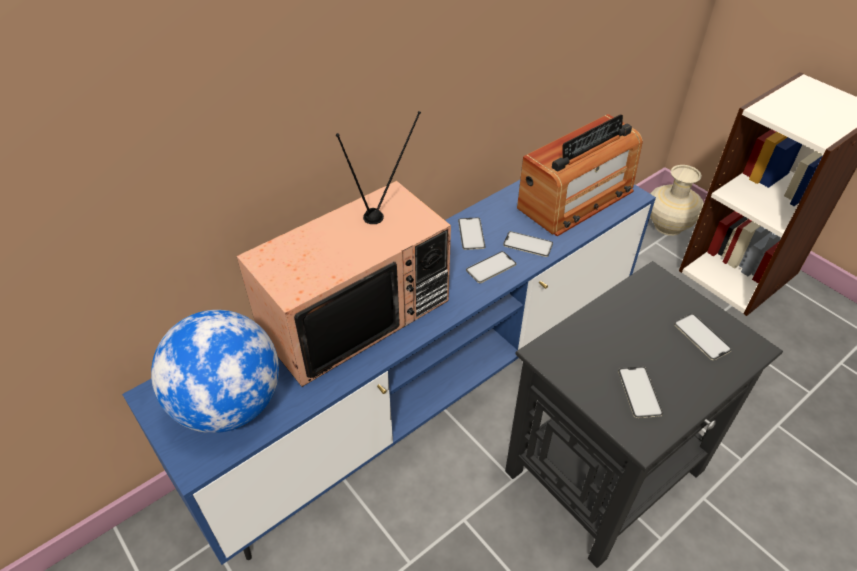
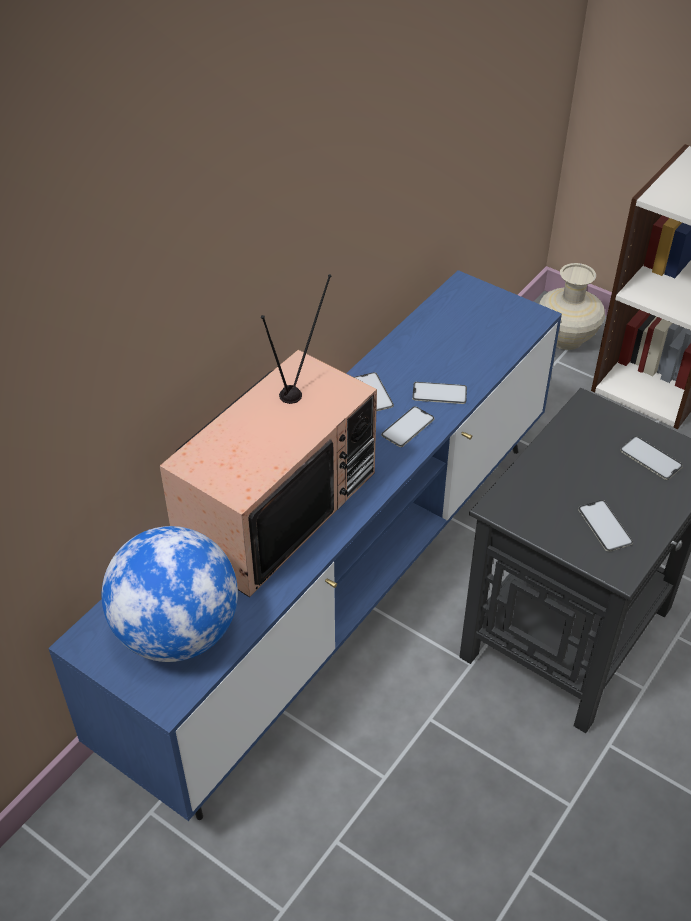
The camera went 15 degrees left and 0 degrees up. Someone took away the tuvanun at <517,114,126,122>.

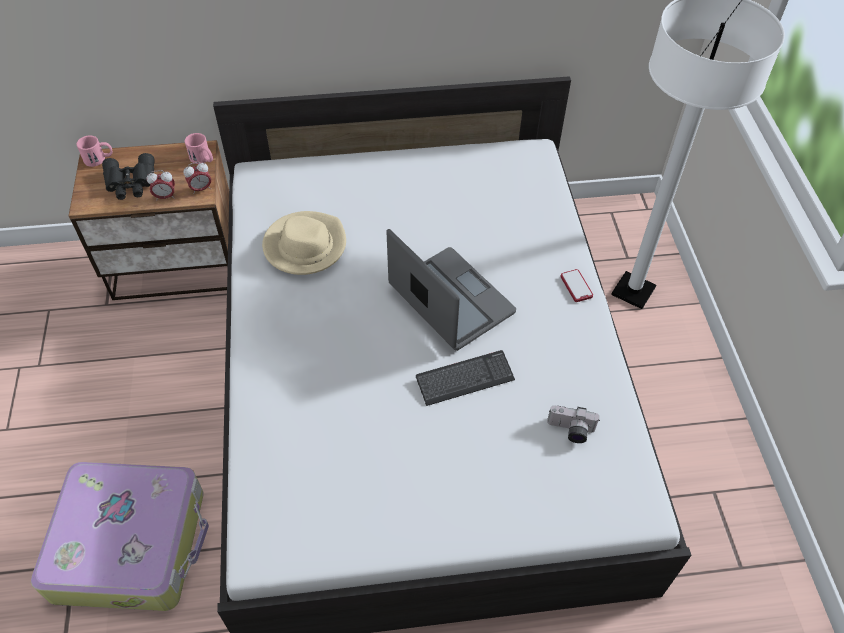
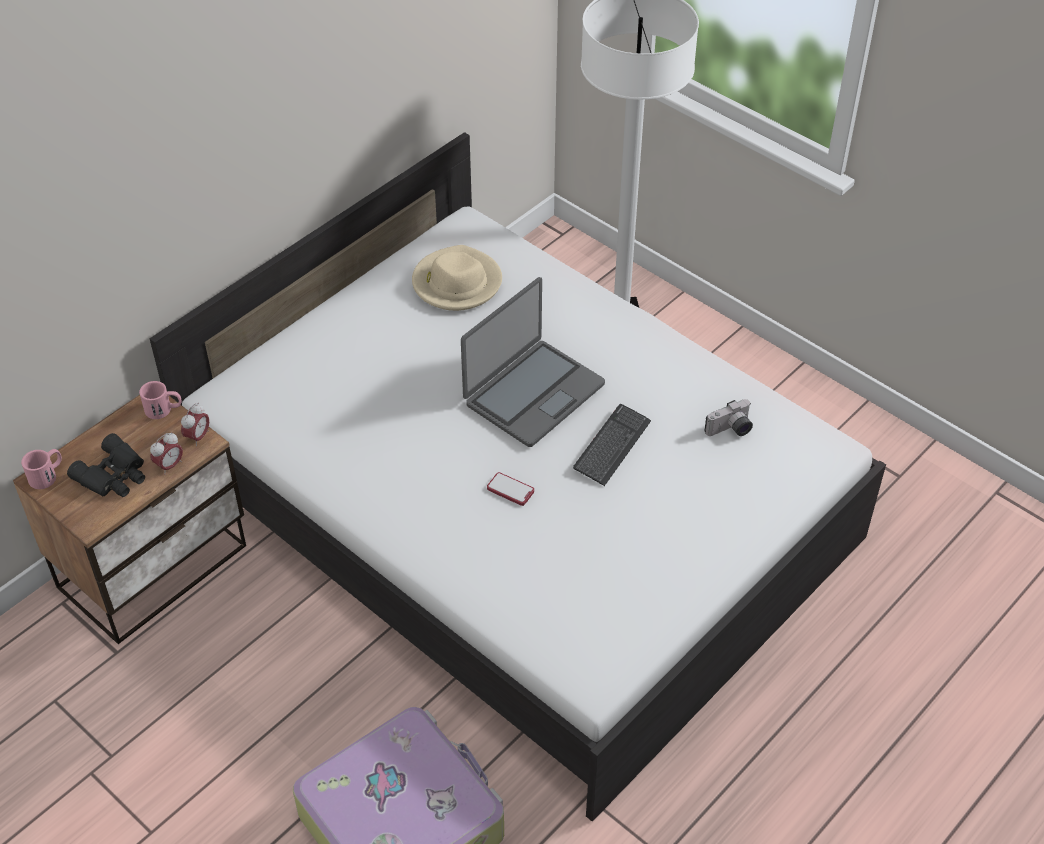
The camera went 40 degrees left and 5 degrees down. Someone carried the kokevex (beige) from <262,211,84,64> to <412,245,90,66>. Someone rotated the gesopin at <386,229,130,122> by 120 degrees clockwise. Someone carried the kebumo from <560,269,33,33> to <487,472,47,34>.

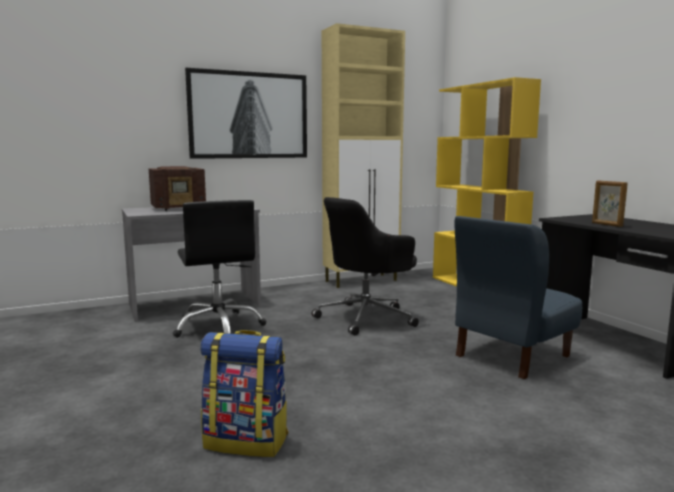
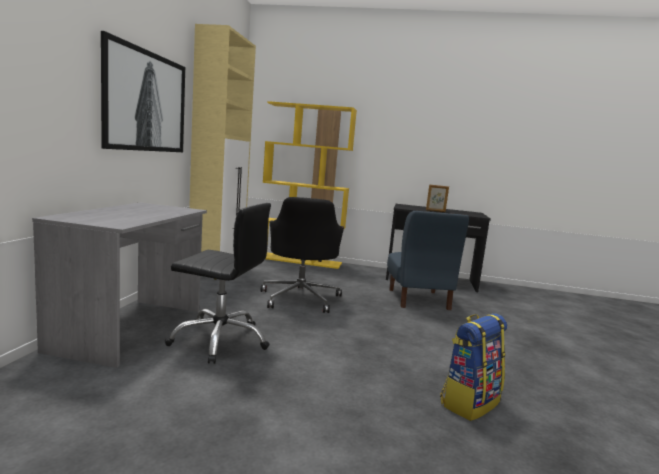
The camera went 55 degrees left and 0 degrees up. Someone took away the tuvanun at <149,166,57,45>.

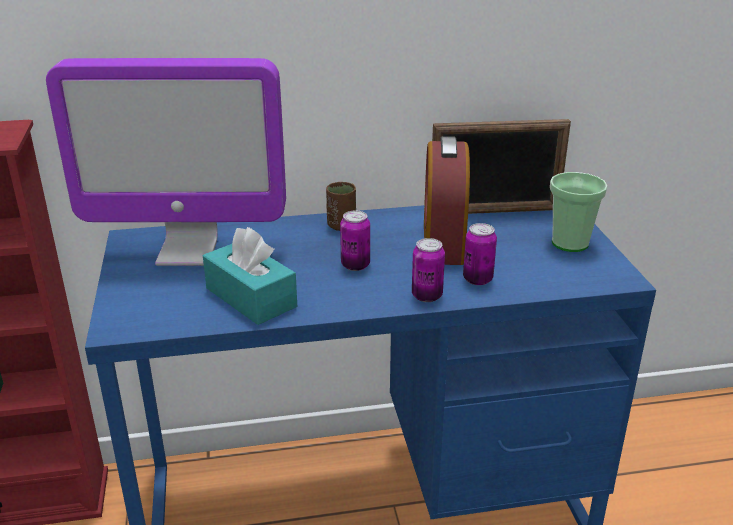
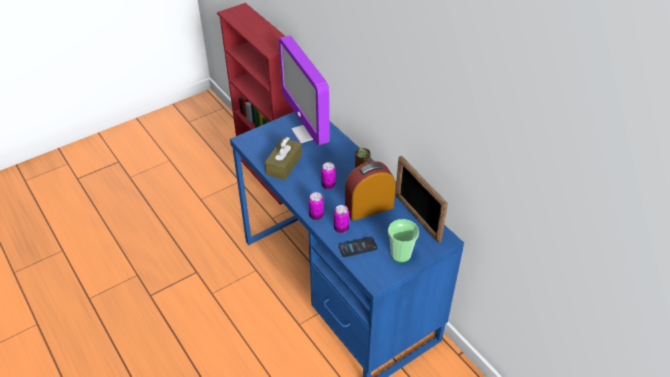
The camera went 65 degrees right and 15 degrees up. Someone repainted the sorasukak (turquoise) at <203,227,94,98>, which became the sorasukak (brown) at <265,137,37,43>. Someone put down the kebumo at <339,237,38,20>.

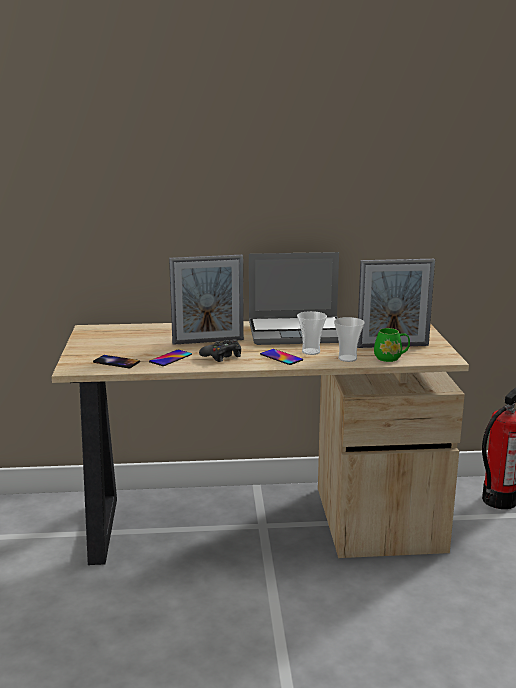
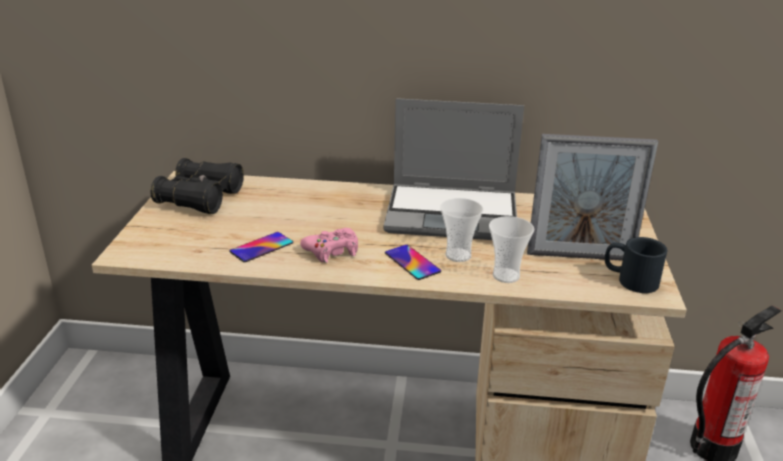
The camera went 10 degrees right and 10 degrees up. Someone took away the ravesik at <169,255,75,90>. Someone took away the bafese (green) at <374,328,36,34>. Someone repainted the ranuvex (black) at <199,339,42,23>, which became the ranuvex (pink) at <300,228,58,35>. Someone took away the kebumo at <93,355,47,13>. Someone put down the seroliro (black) at <150,158,94,56>. Someone put down the bafese (black) at <605,237,62,56>.

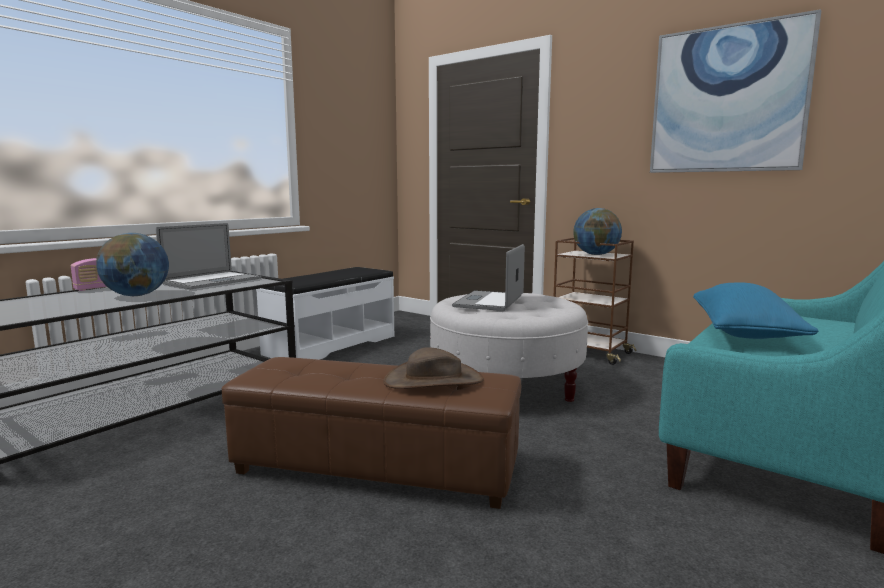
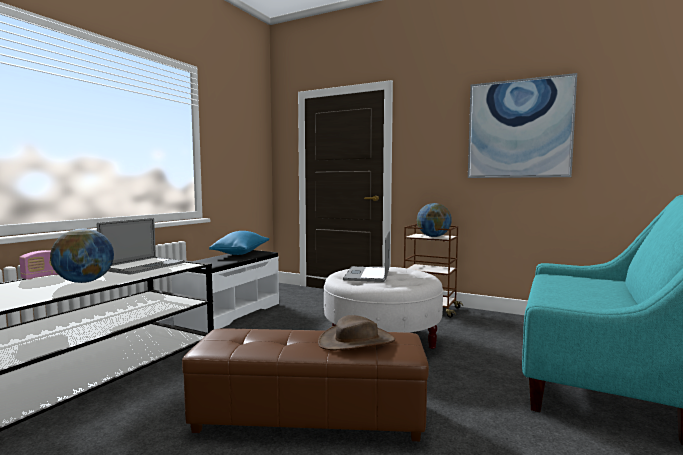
The camera went 10 degrees left and 5 degrees down. Someone carried the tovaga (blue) from <693,282,125,57> to <209,231,60,24>.

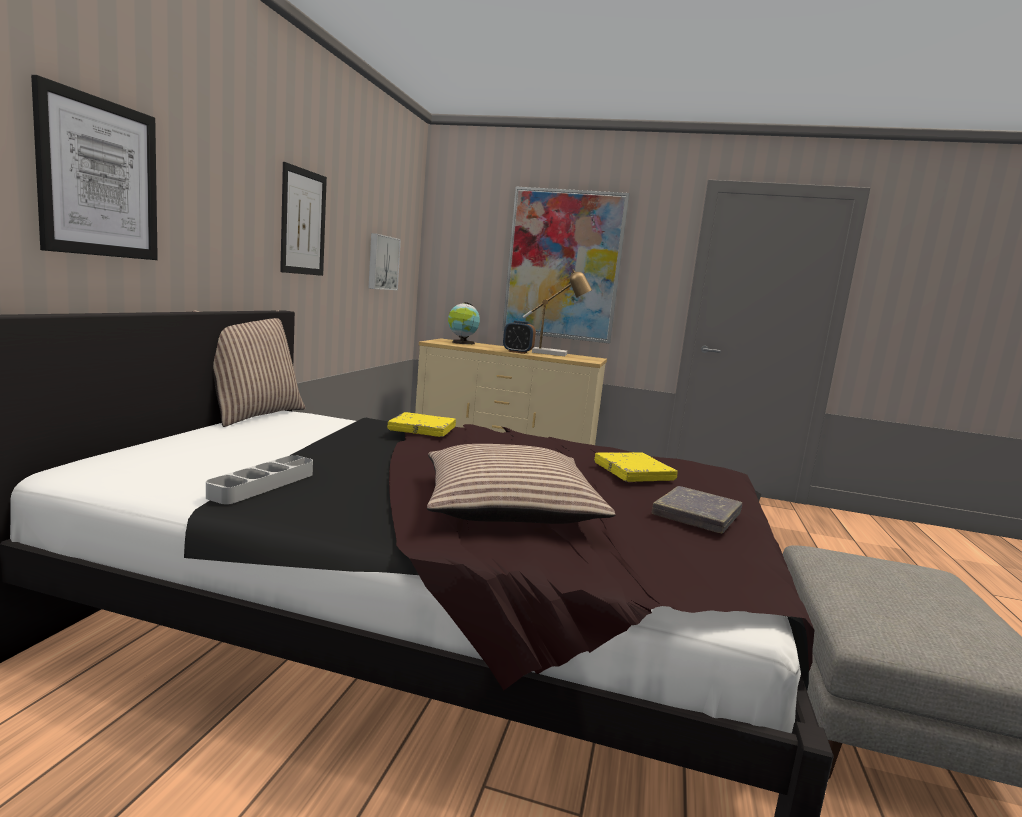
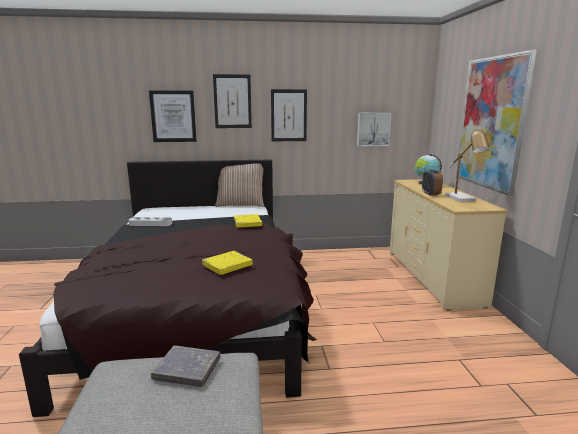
The camera went 70 degrees right and 5 degrees up. Someone took away the tovaga at <427,444,188,80>. Someone carried the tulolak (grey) from <652,486,90,47> to <151,346,70,41>. Someone put up the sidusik at <213,74,39,54>.

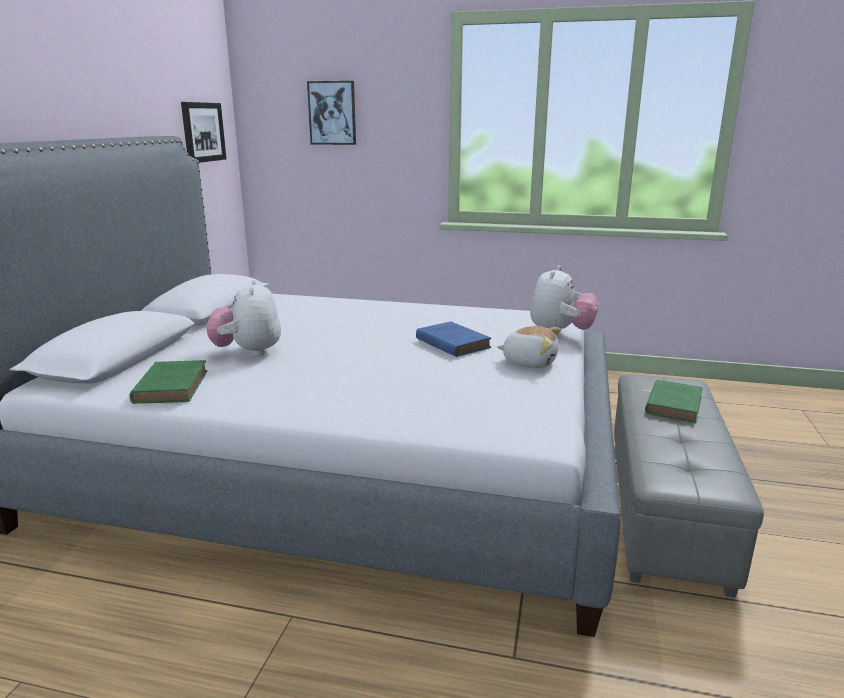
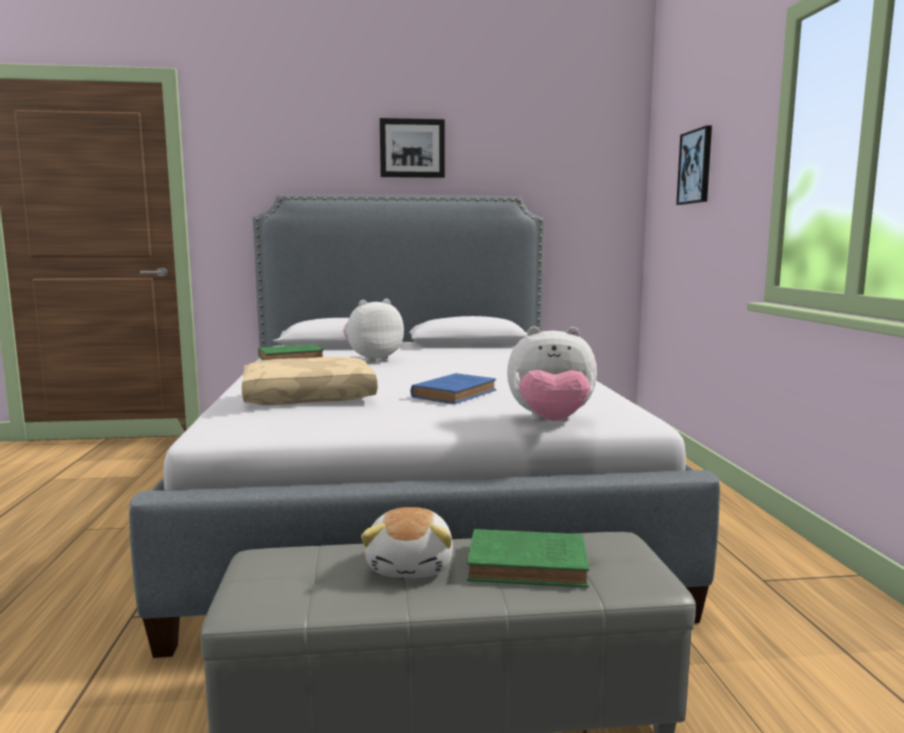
The camera went 70 degrees right and 10 degrees down. Someone carried the sidusik from <181,102,45,61> to <380,118,65,60>. Someone carried the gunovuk from <497,326,64,42> to <361,507,92,71>. Someone put down the tovaga (beige) at <242,357,136,48>.

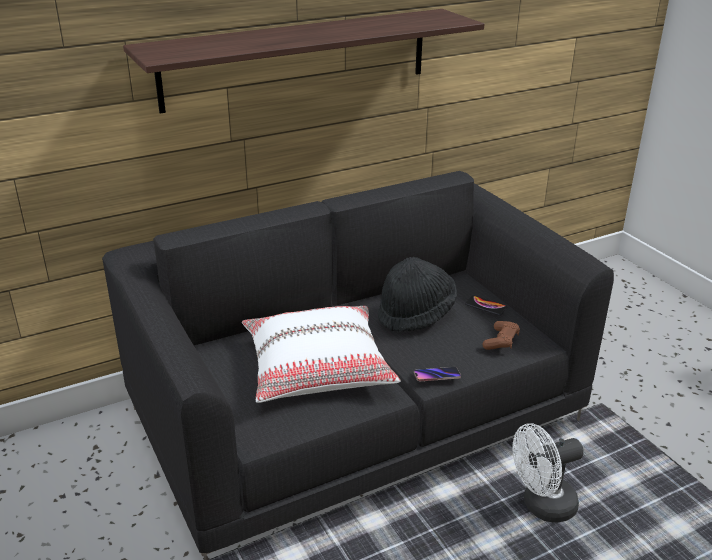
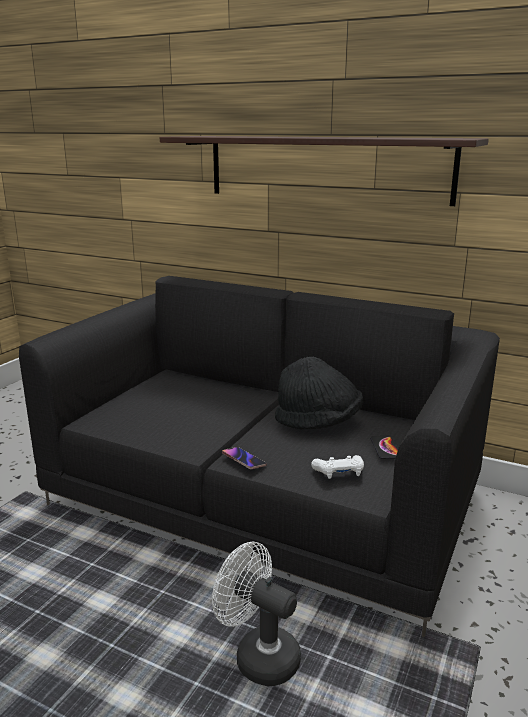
The camera went 55 degrees right and 10 degrees down. Someone took away the tovaga (white) at <242,306,159,97>. Someone repainted the ranuvex (brown) at <482,321,38,29>, which became the ranuvex (white) at <311,455,53,24>.

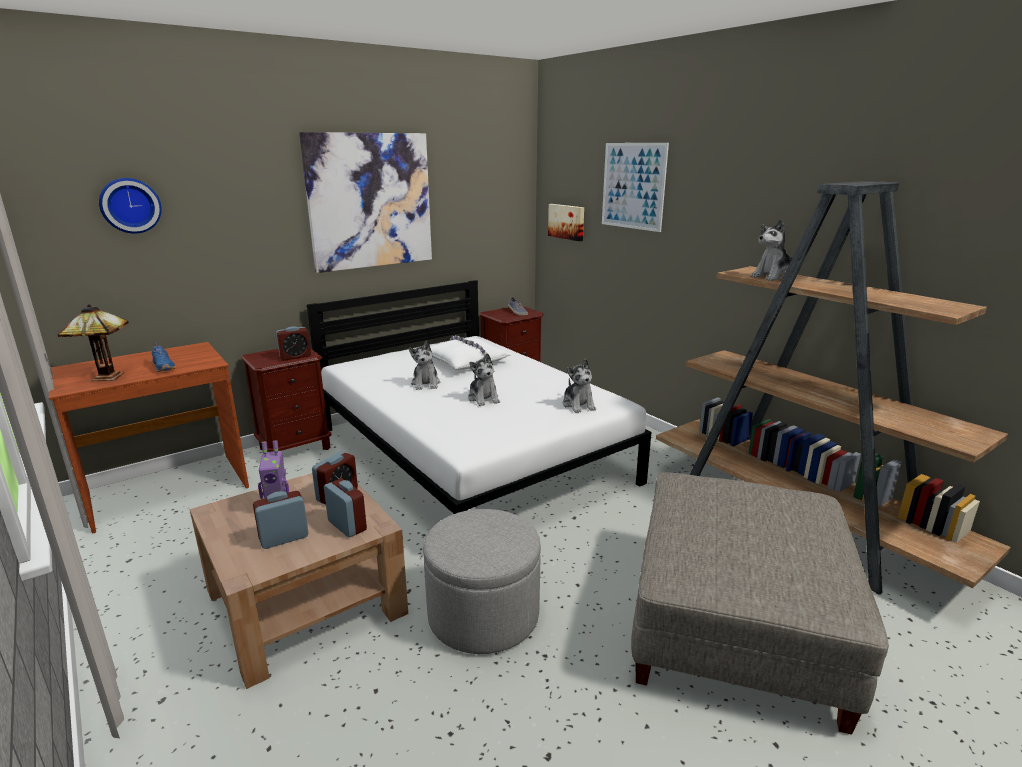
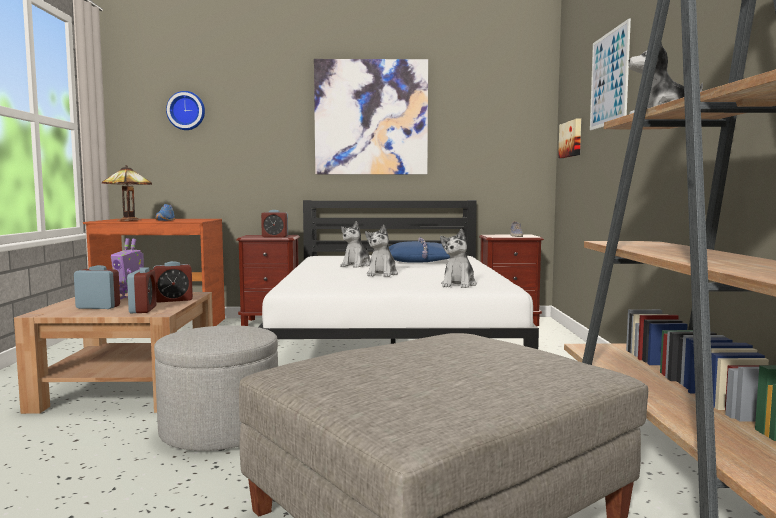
The camera went 35 degrees right and 15 degrees down. Someone repainted the tovaga (white) at <430,335,83,35>, which became the tovaga (blue) at <389,237,61,26>.

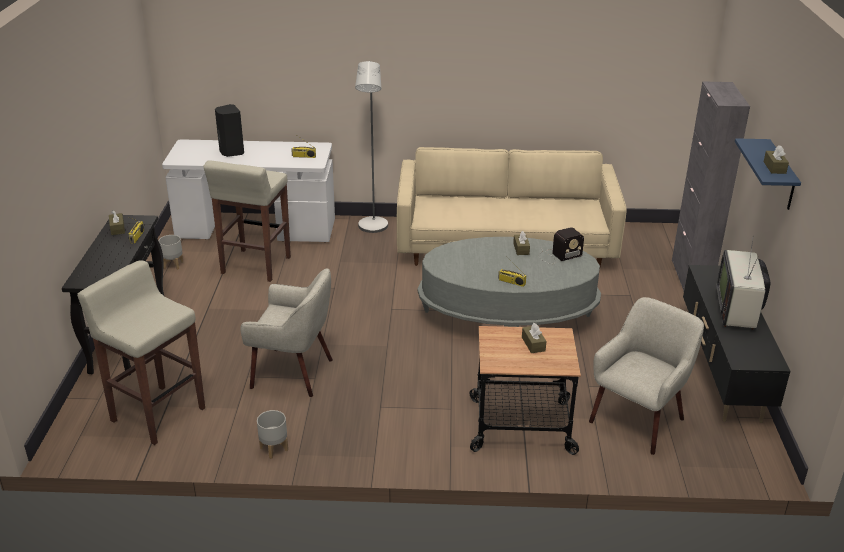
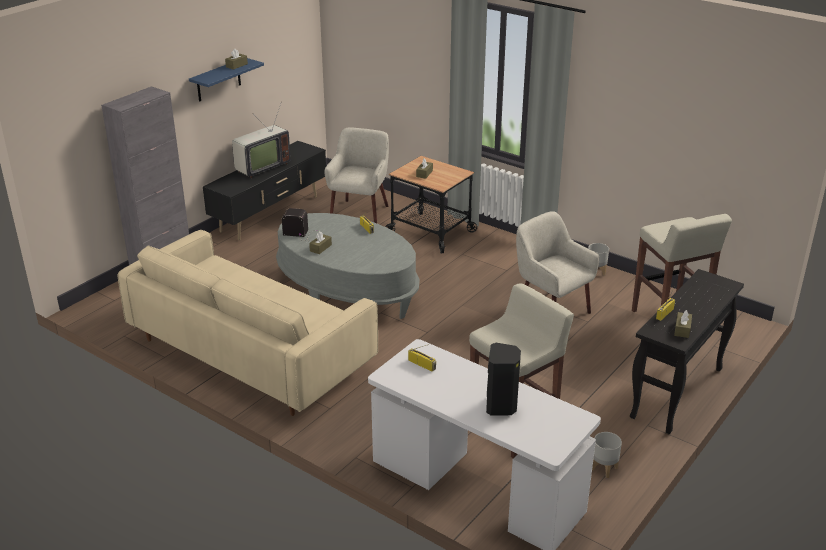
The camera went 145 degrees left and 0 degrees up. Someone took away the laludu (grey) at <355,61,33,172>. Someone rotated the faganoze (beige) at <589,297,115,158> by 120 degrees clockwise.

